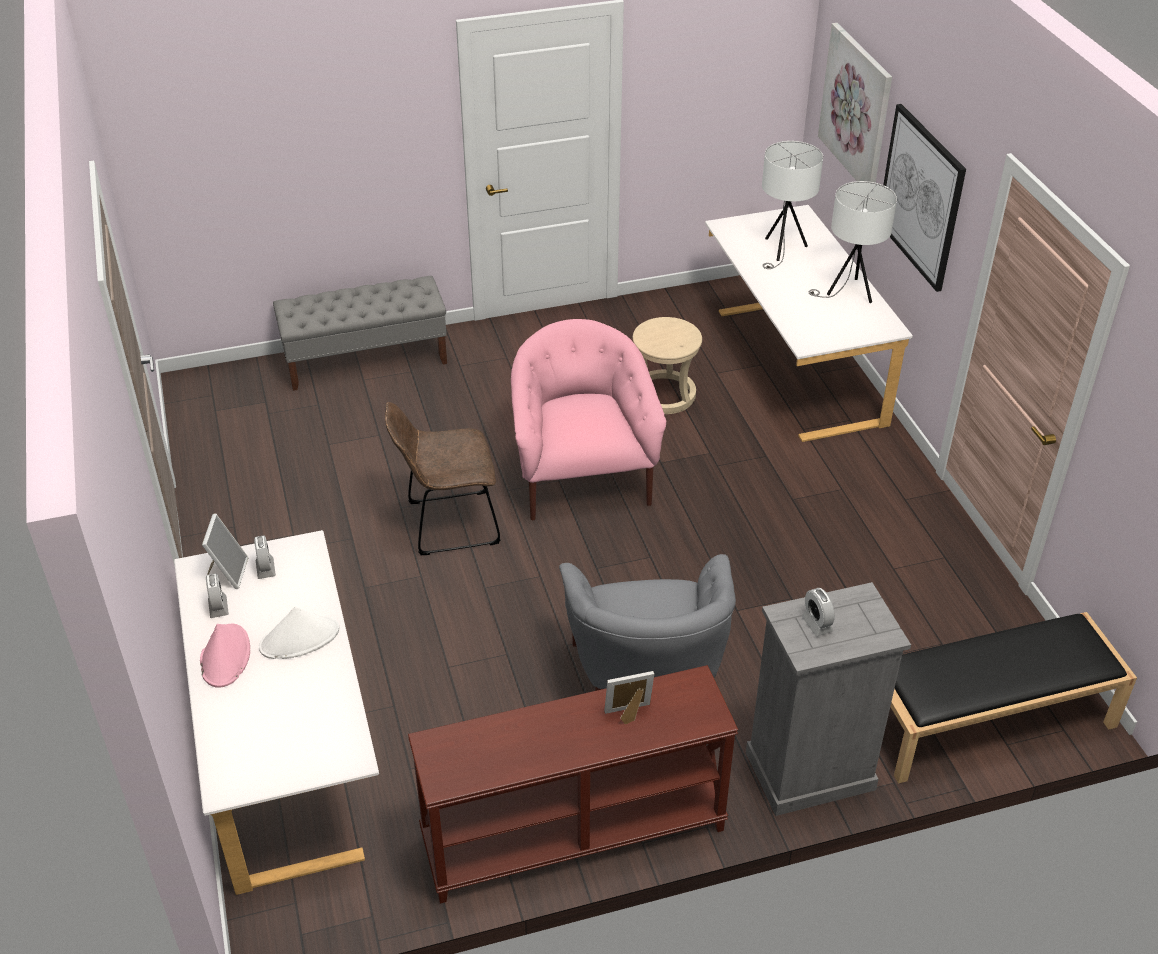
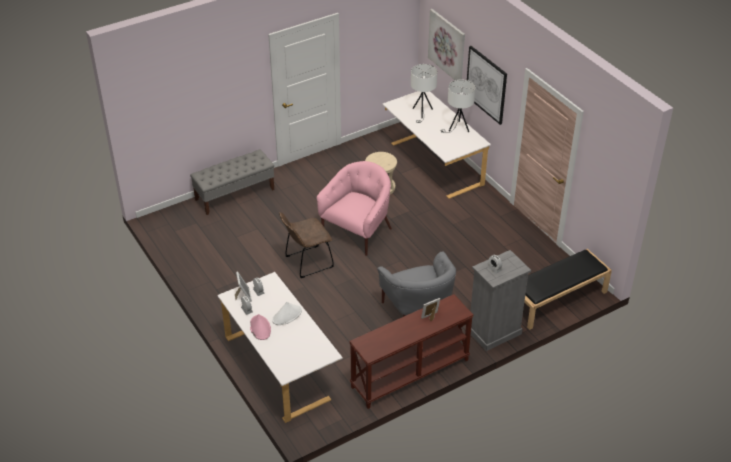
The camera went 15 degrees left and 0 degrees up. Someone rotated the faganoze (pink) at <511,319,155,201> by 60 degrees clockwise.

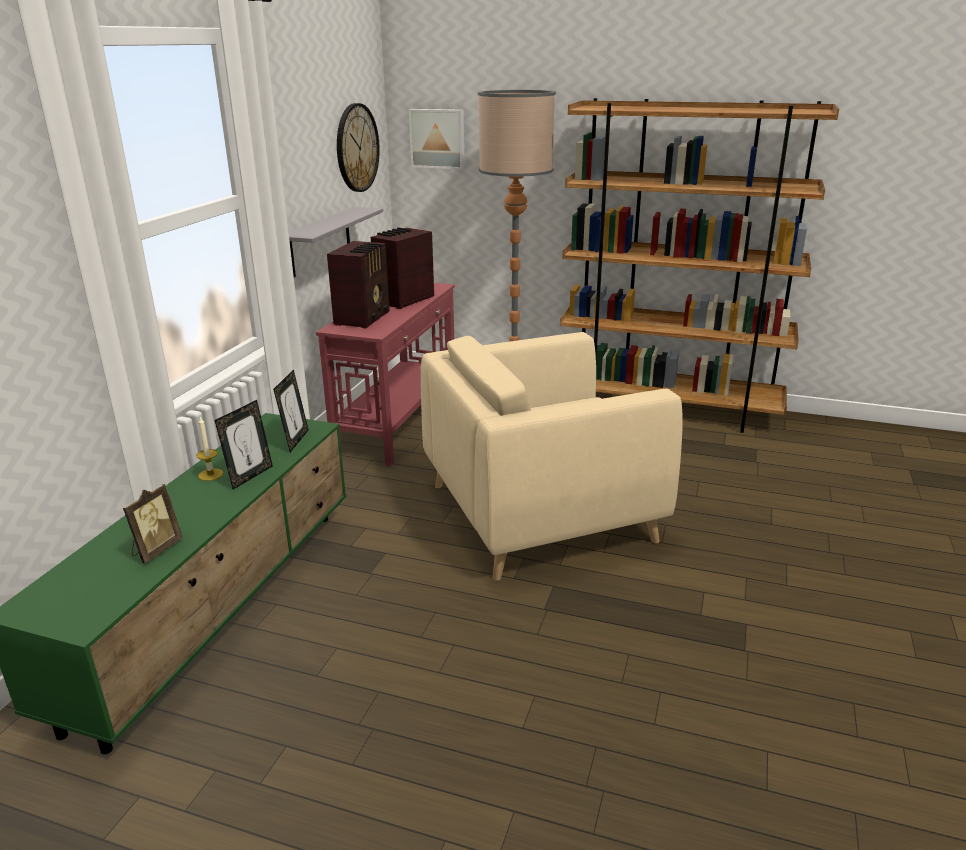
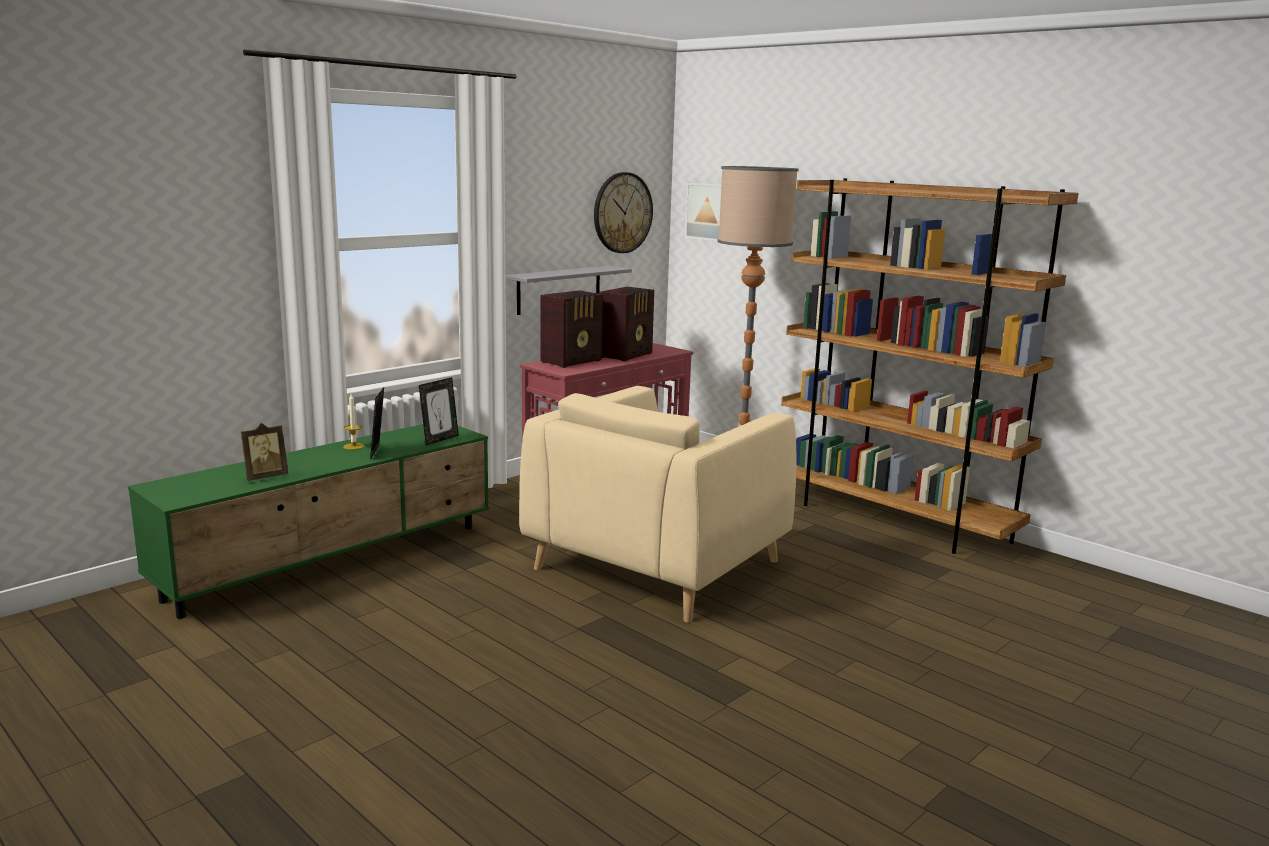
The camera went 25 degrees right and 10 degrees down. Someone rotated the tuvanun at <371,227,63,82> by 150 degrees clockwise. Someone rotated the faganoze (beige) at <421,332,261,249> by 60 degrees counterclockwise. Someone rotated the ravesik at <215,400,58,89> by 120 degrees clockwise.

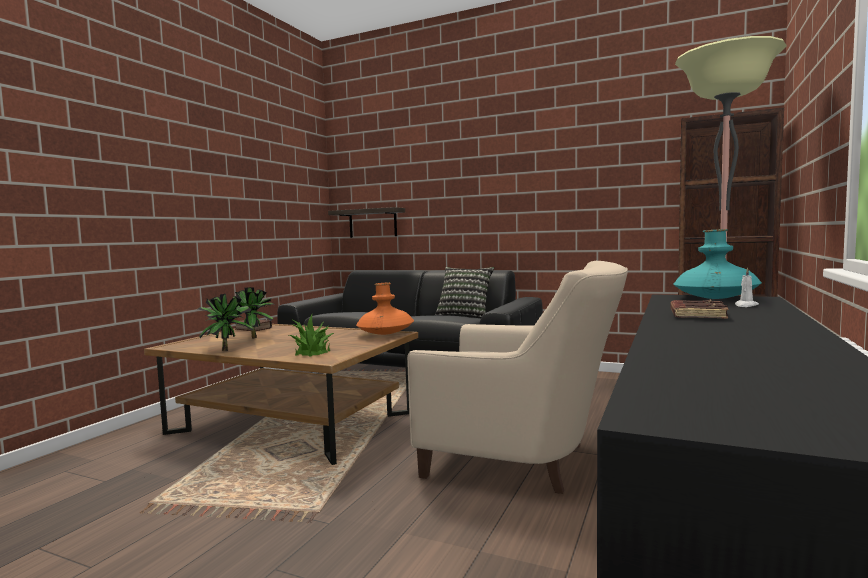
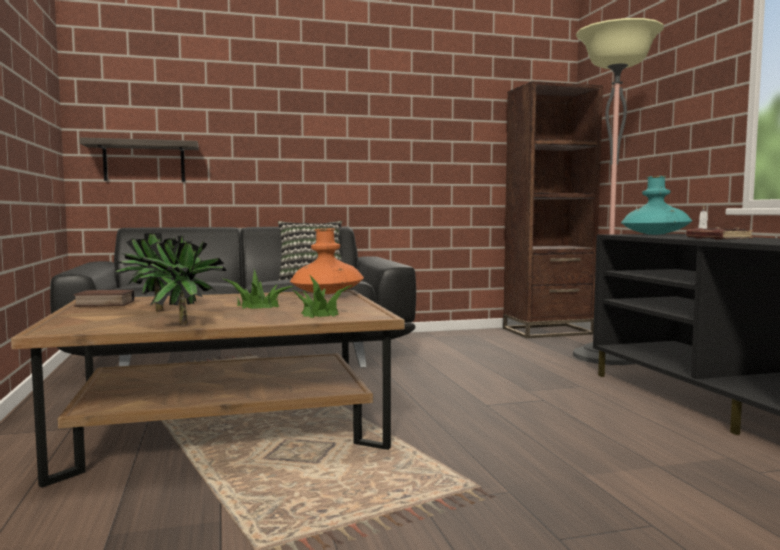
The camera went 40 degrees left and 0 degrees up. Someone took away the faganoze (beige) at <407,261,221,233>.

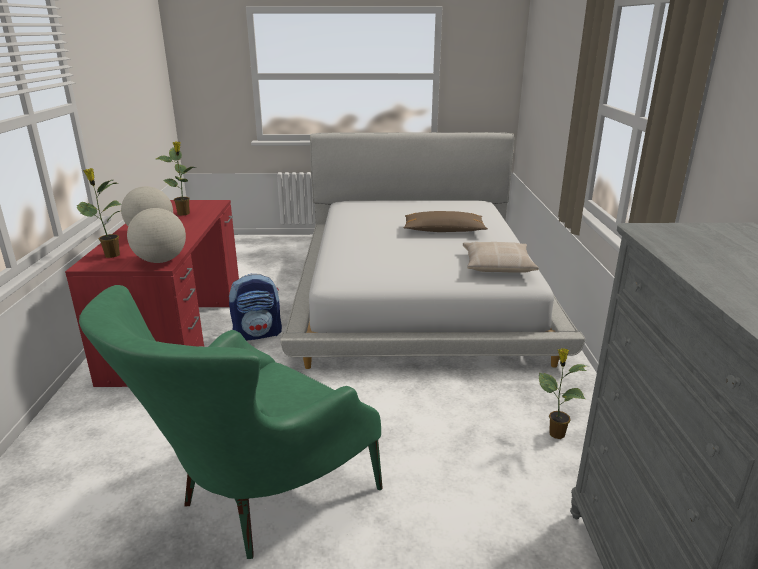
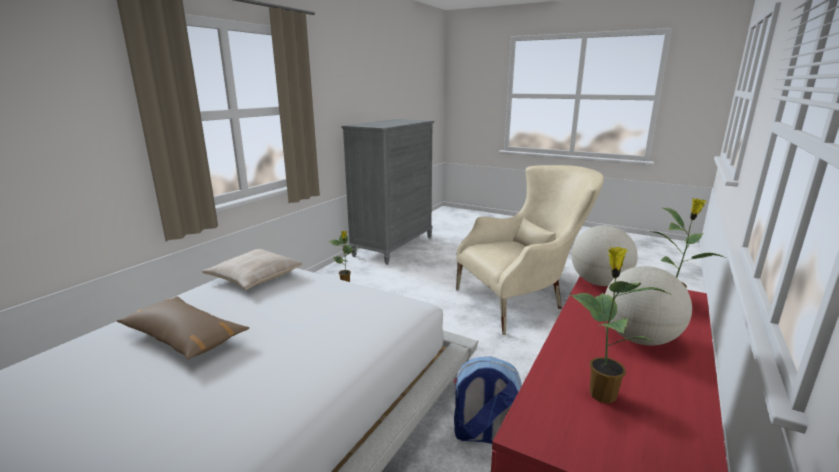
The camera went 150 degrees left and 5 degrees down. Someone repainted the faganoze (green) at <79,285,304,274>, which became the faganoze (beige) at <456,165,148,170>.

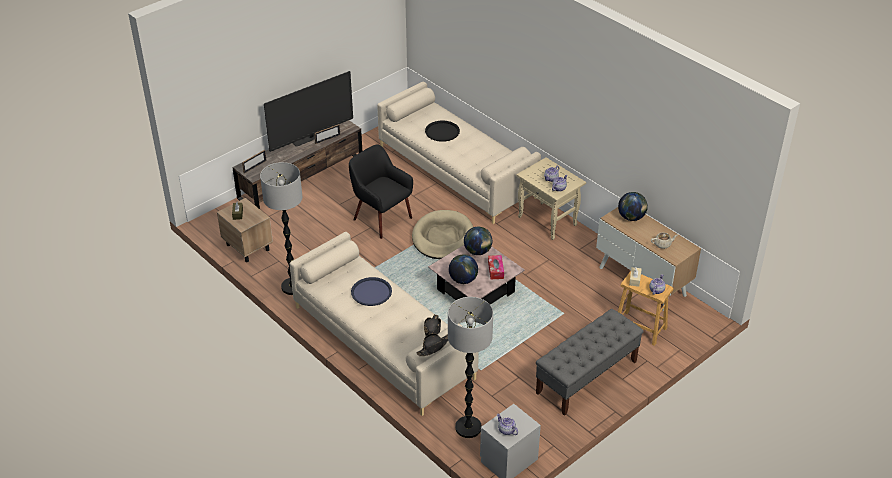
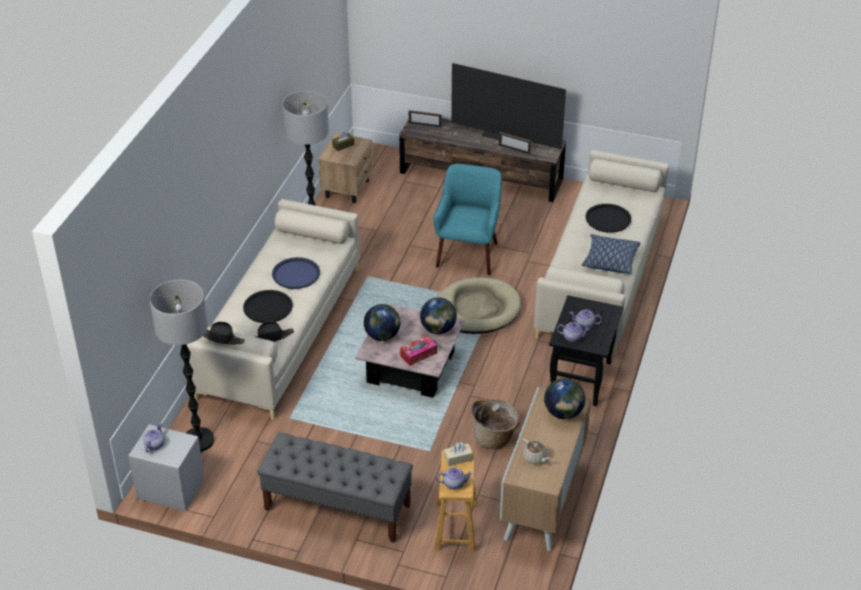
The camera went 60 degrees right and 0 degrees up. Someone repainted the faganoze (black) at <349,144,64,95>, which became the faganoze (turquoise) at <433,164,69,111>. Someone repainted the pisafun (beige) at <516,157,70,83>, which became the pisafun (black) at <549,295,75,111>. Someone put down the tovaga at <582,234,59,40>. Someone put down the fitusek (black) at <243,290,50,33>. Someone put down the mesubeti at <472,398,48,51>.

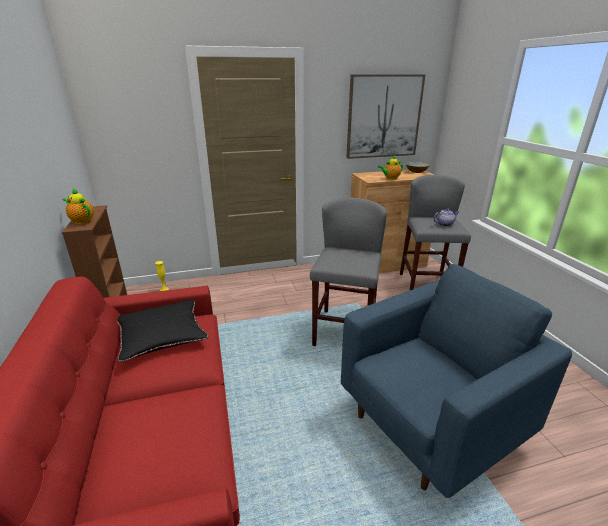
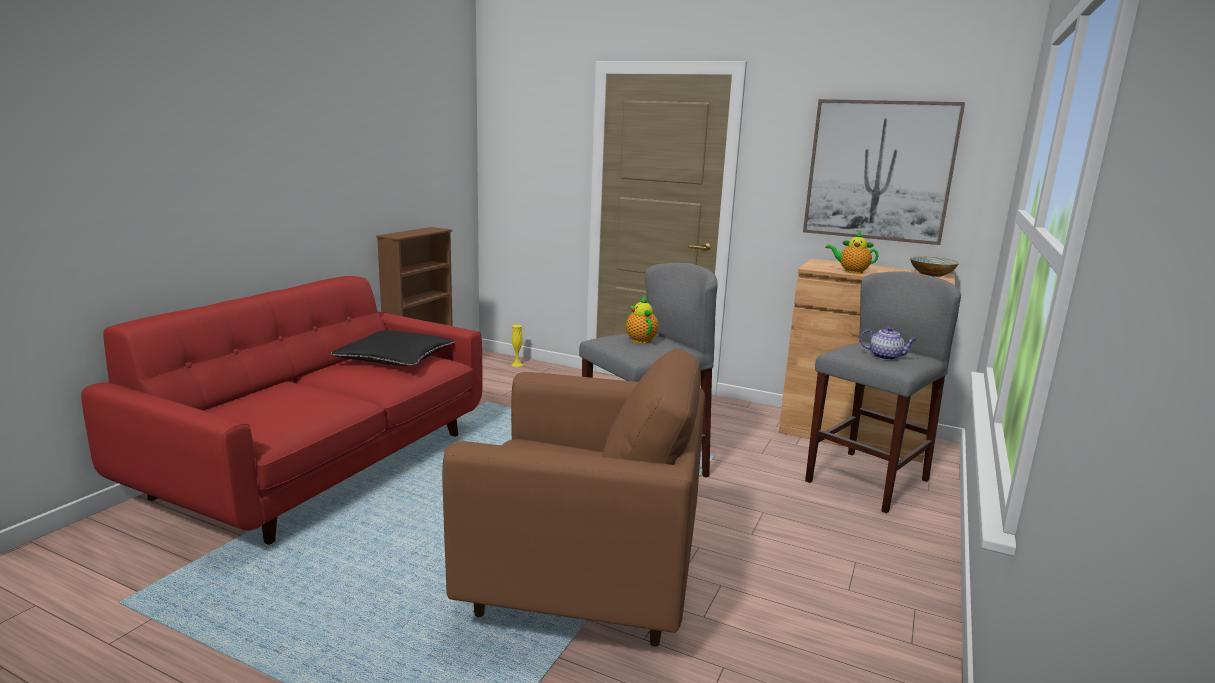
The camera went 40 degrees right and 10 degrees down. Someone carried the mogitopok from <62,188,32,36> to <626,295,33,49>. Someone repainted the faganoze (blue) at <341,264,231,234>, which became the faganoze (brown) at <442,348,263,299>.

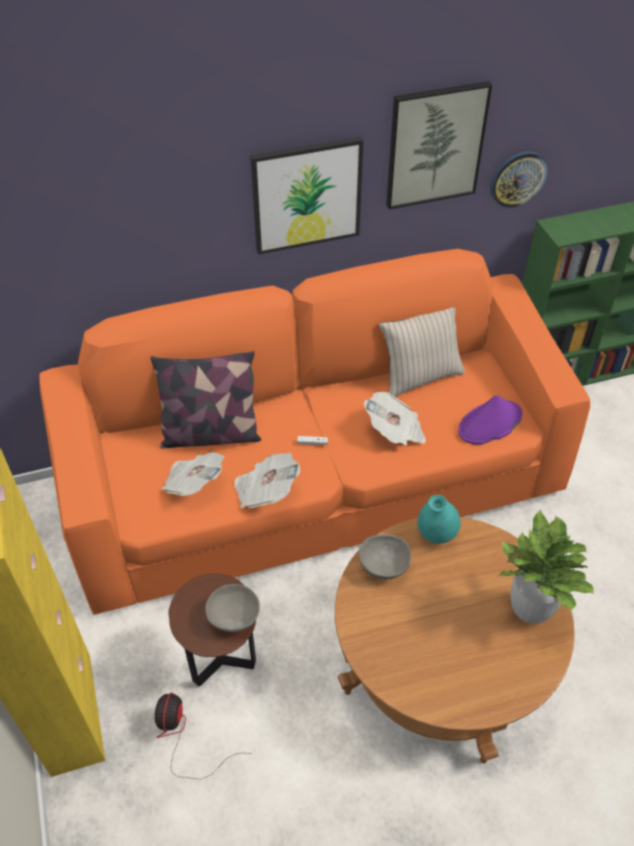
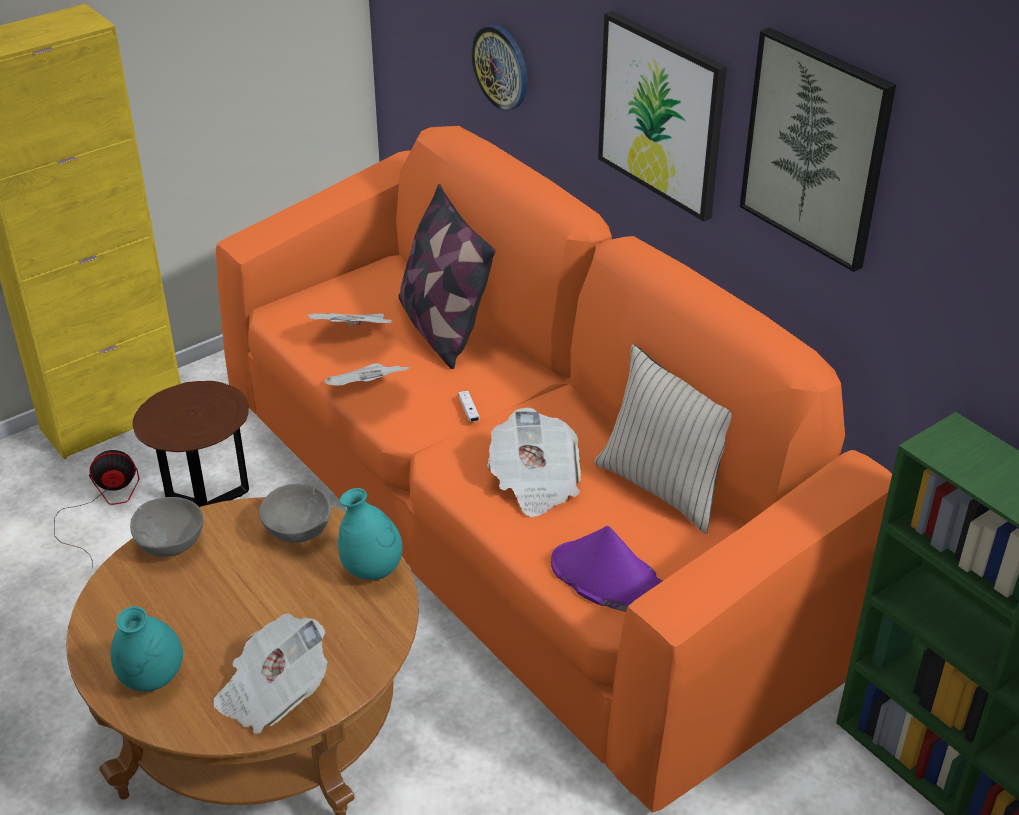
The camera went 70 degrees right and 10 degrees down. Someone carried the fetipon from <490,151,58,57> to <471,25,57,86>. Someone swapped the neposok at <499,510,95,114> for the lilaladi at <213,613,114,121>. Someone carried the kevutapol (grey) from <205,584,55,48> to <130,497,73,60>. Someone put down the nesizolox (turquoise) at <111,606,72,86>.

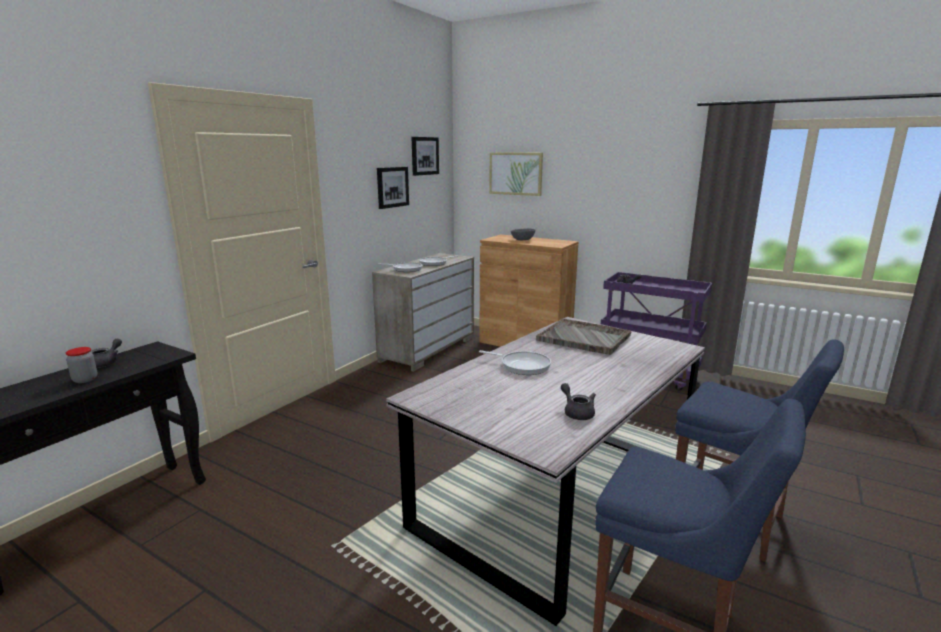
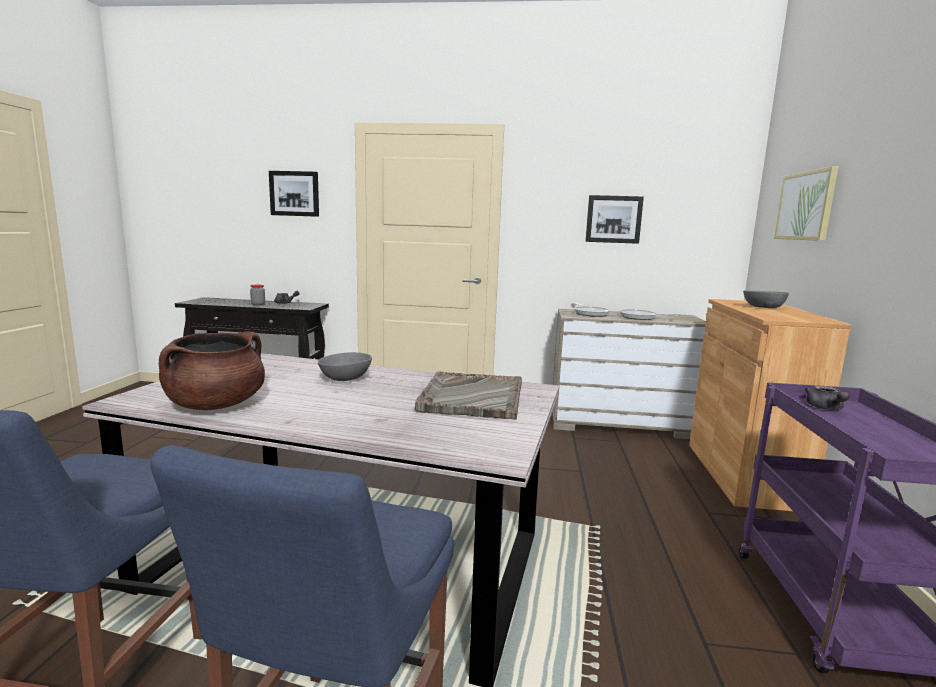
The camera went 65 degrees right and 5 degrees down. Someone carried the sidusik from <412,137,27,39> to <269,171,50,46>. Someone swapped the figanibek at <479,350,72,25> for the kevutapol (grey) at <318,352,54,29>. Someone swapped the mogitopok (grey) at <561,383,35,37> for the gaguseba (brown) at <159,331,106,79>.

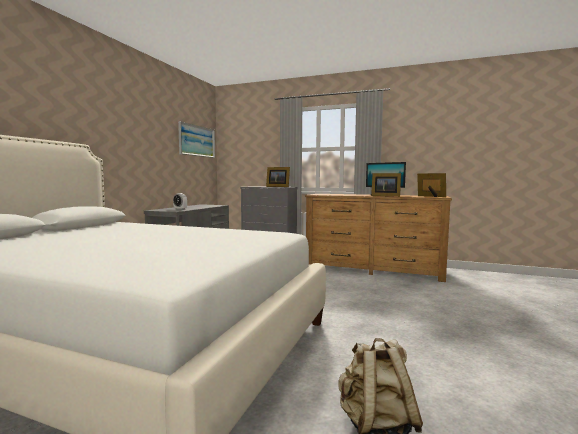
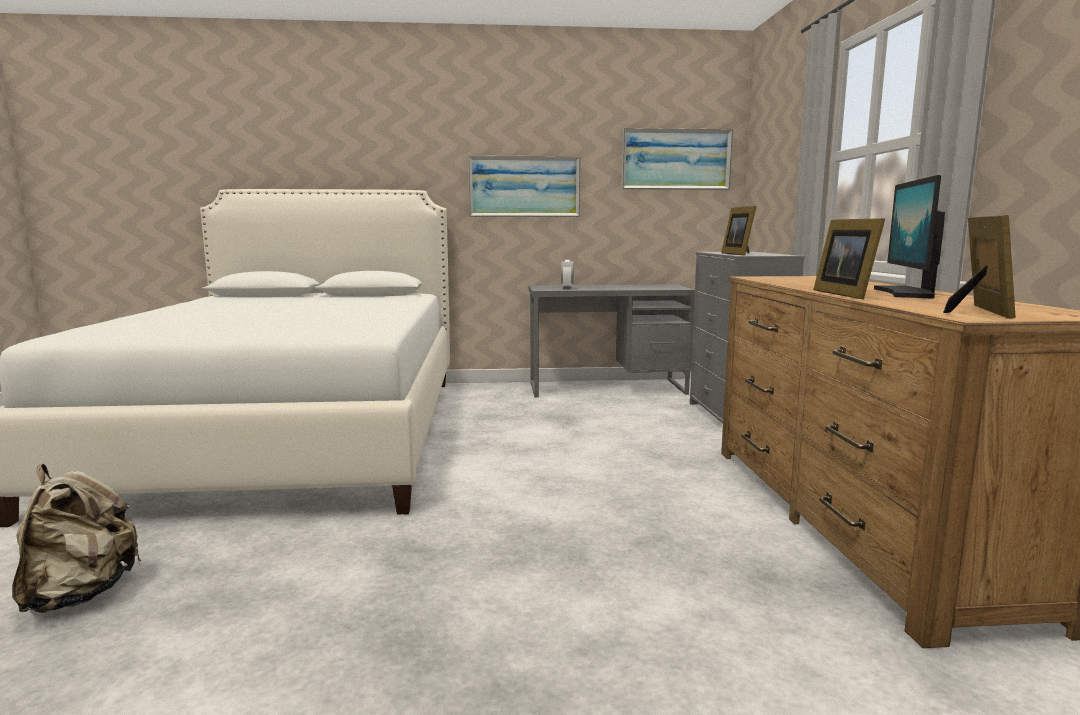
The camera went 65 degrees right and 5 degrees up. Someone put up the sidusik at <468,155,113,62>.

